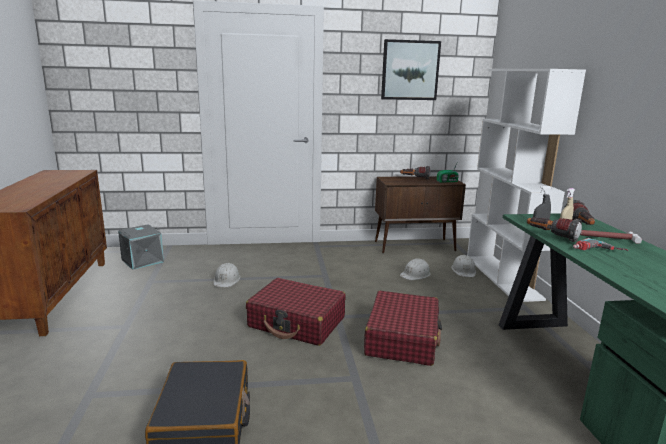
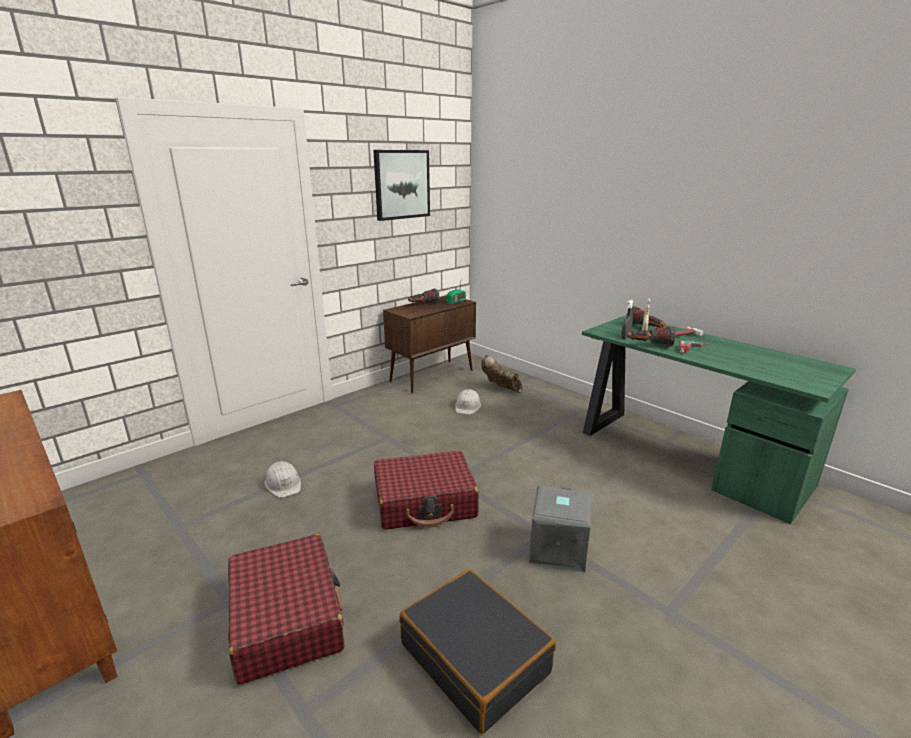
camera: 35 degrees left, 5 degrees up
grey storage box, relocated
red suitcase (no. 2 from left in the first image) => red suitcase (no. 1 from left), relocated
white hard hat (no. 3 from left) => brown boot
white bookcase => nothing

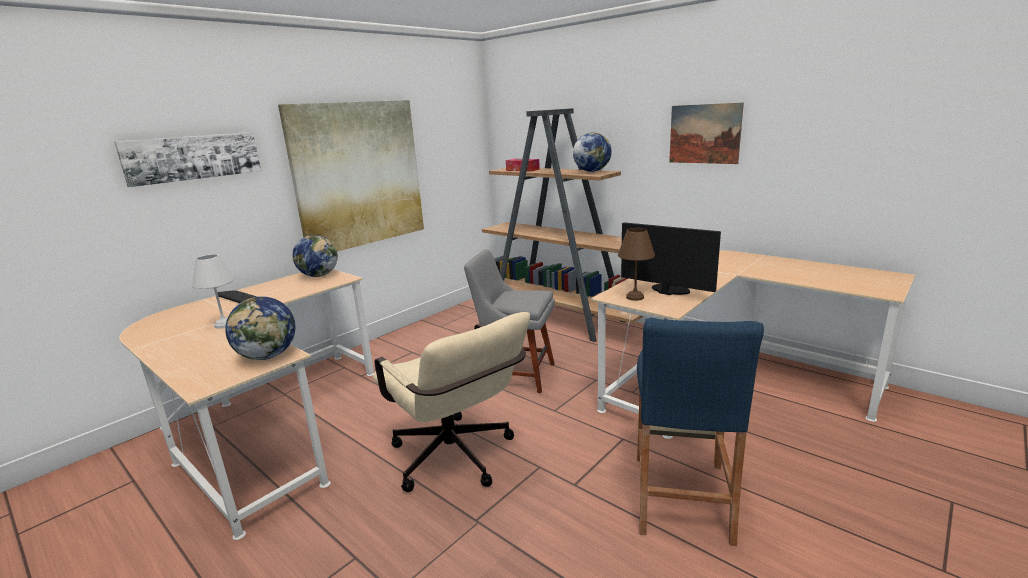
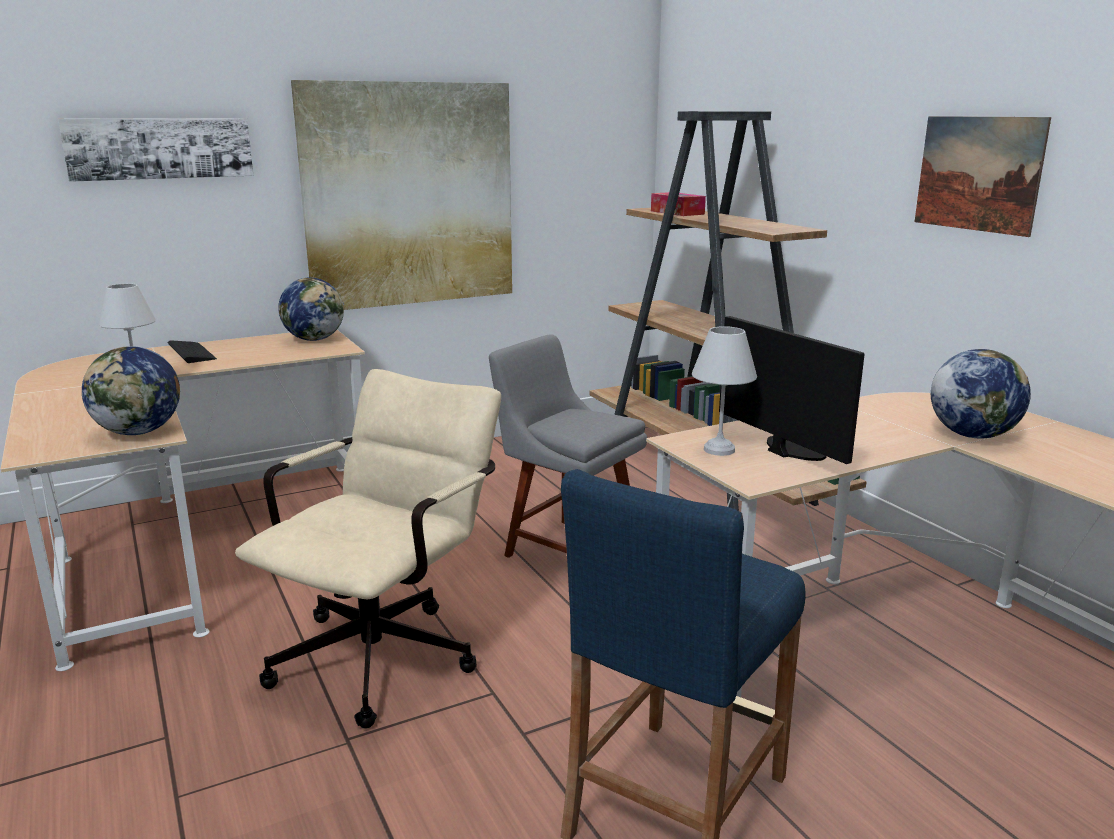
camera: 20 degrees right, 0 degrees up
beige office chair, 135 degrees counterclockwise
globe (no. 3 from left), relocated
brown table lamp => white table lamp (no. 2 from left)

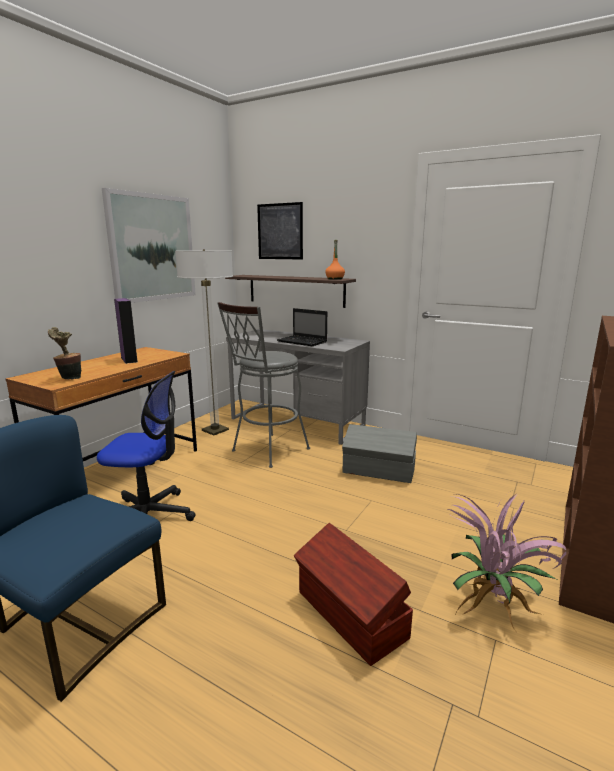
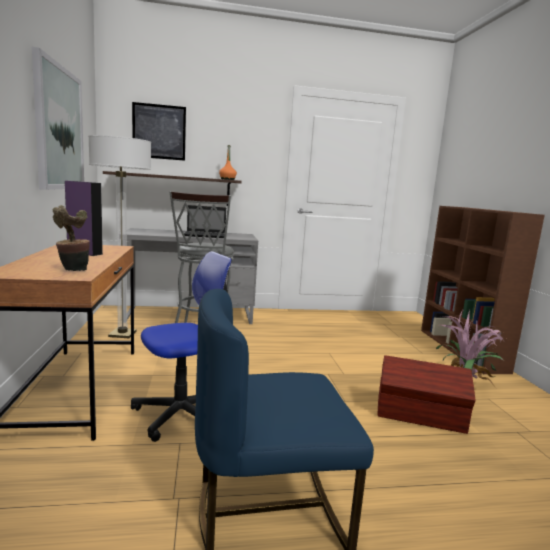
camera: 40 degrees left, 5 degrees down
grey storage box => nothing

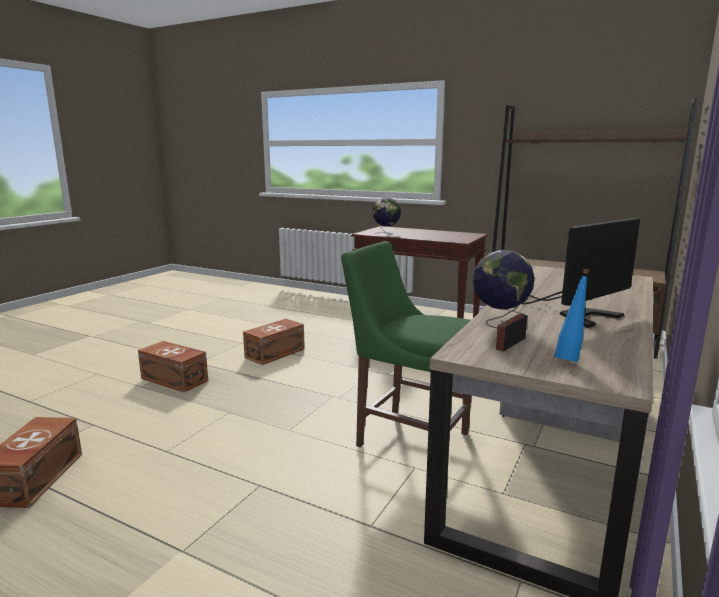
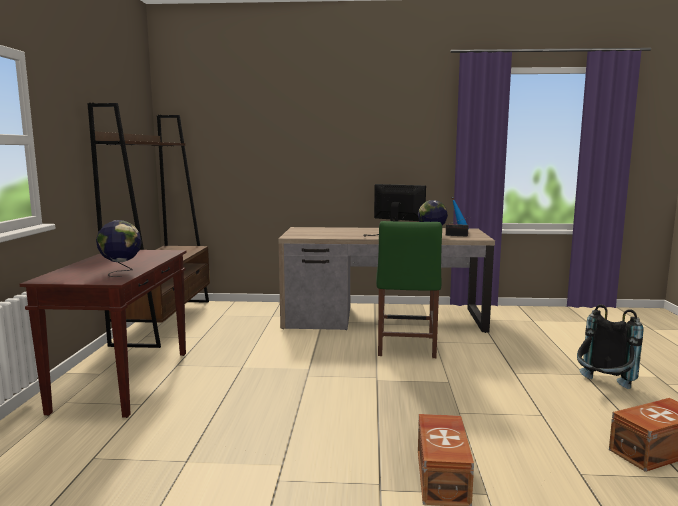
camera: 115 degrees left, 5 degrees down
brown storage box (no. 3 from left) => nothing
nothing => black backpack

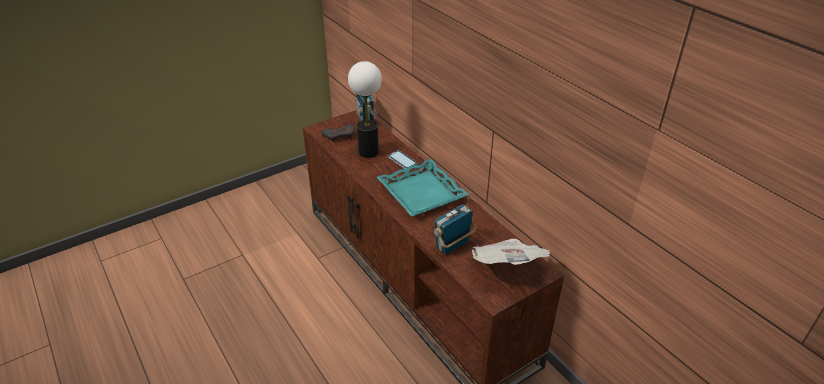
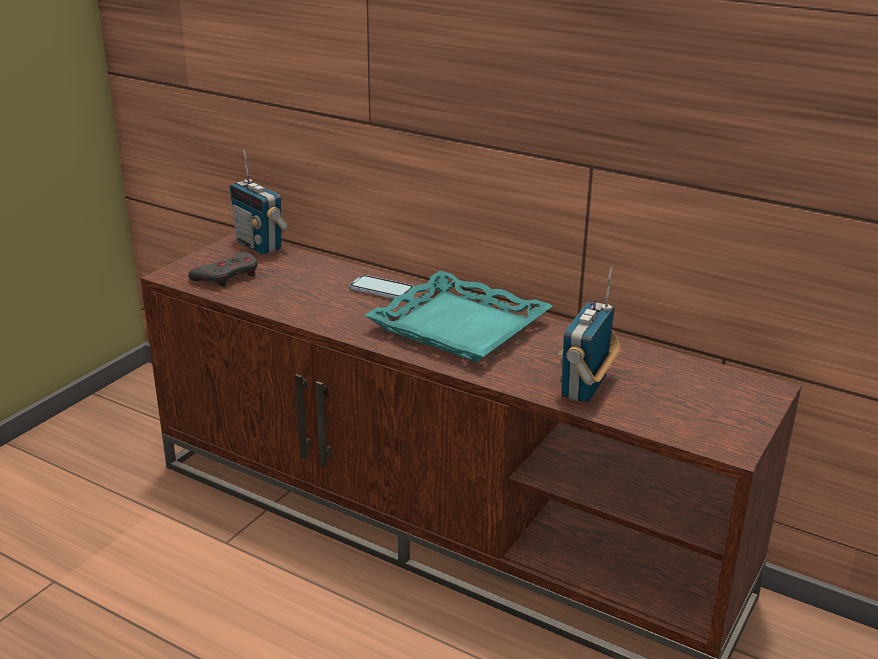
camera: 25 degrees left, 10 degrees down
table lamp => nothing
newspaper => nothing

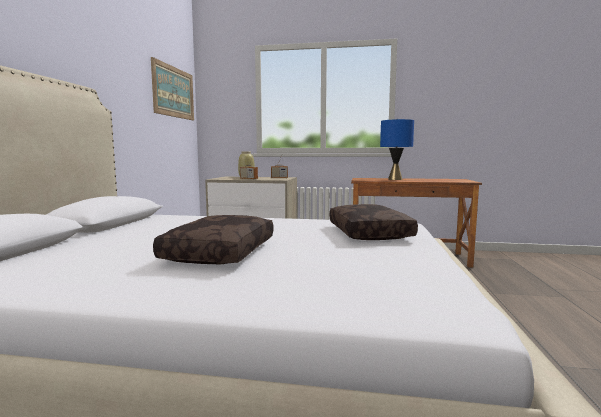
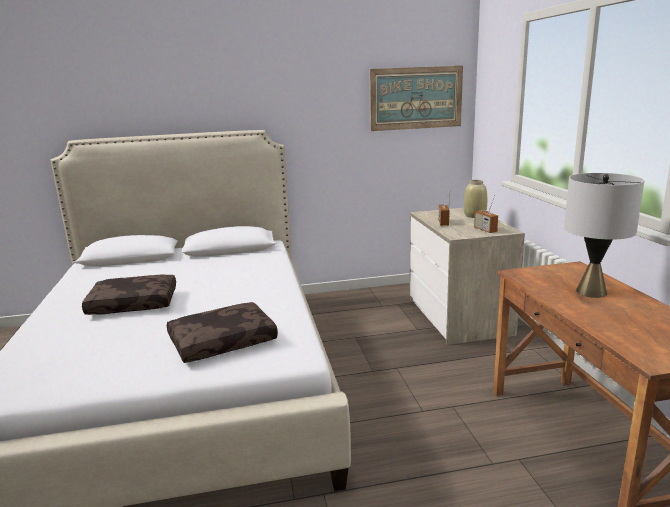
camera: 70 degrees right, 10 degrees up
blue table lamp => grey table lamp

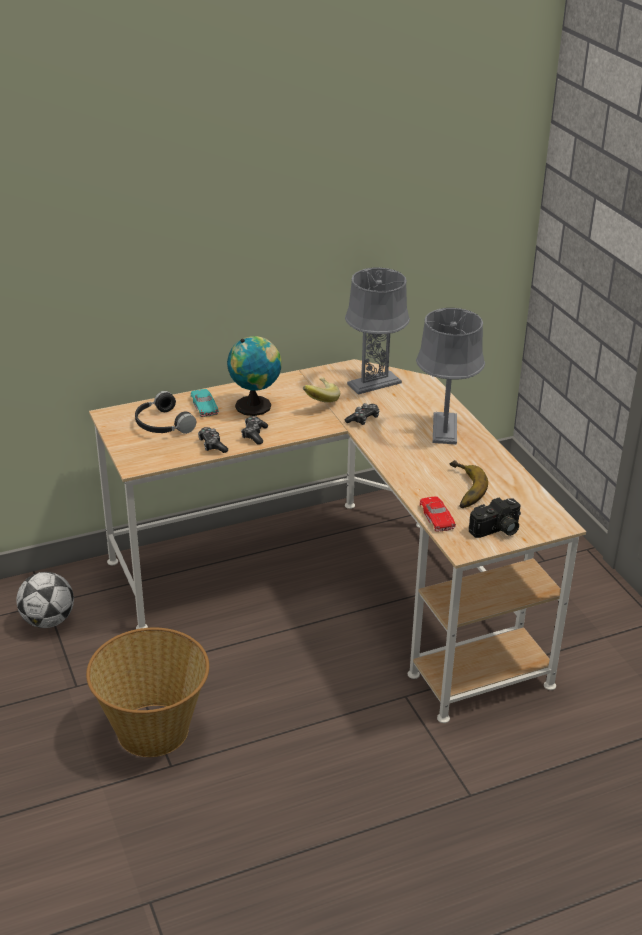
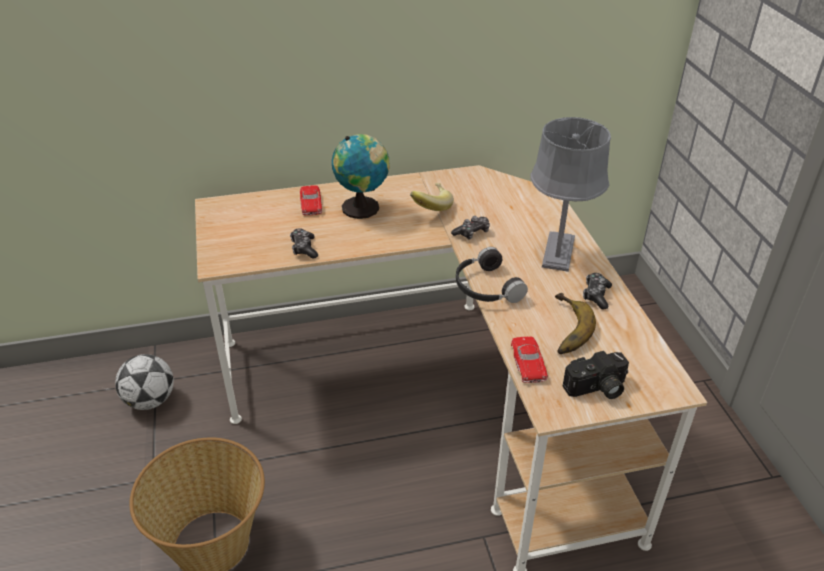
camera: 10 degrees right, 5 degrees up
black headphones, relocated
turquoise toy car => red toy car (no. 1 from left)
game controller (no. 2 from left in the first image) => game controller (no. 3 from left), relocated
grey table lamp (no. 1 from left) => nothing

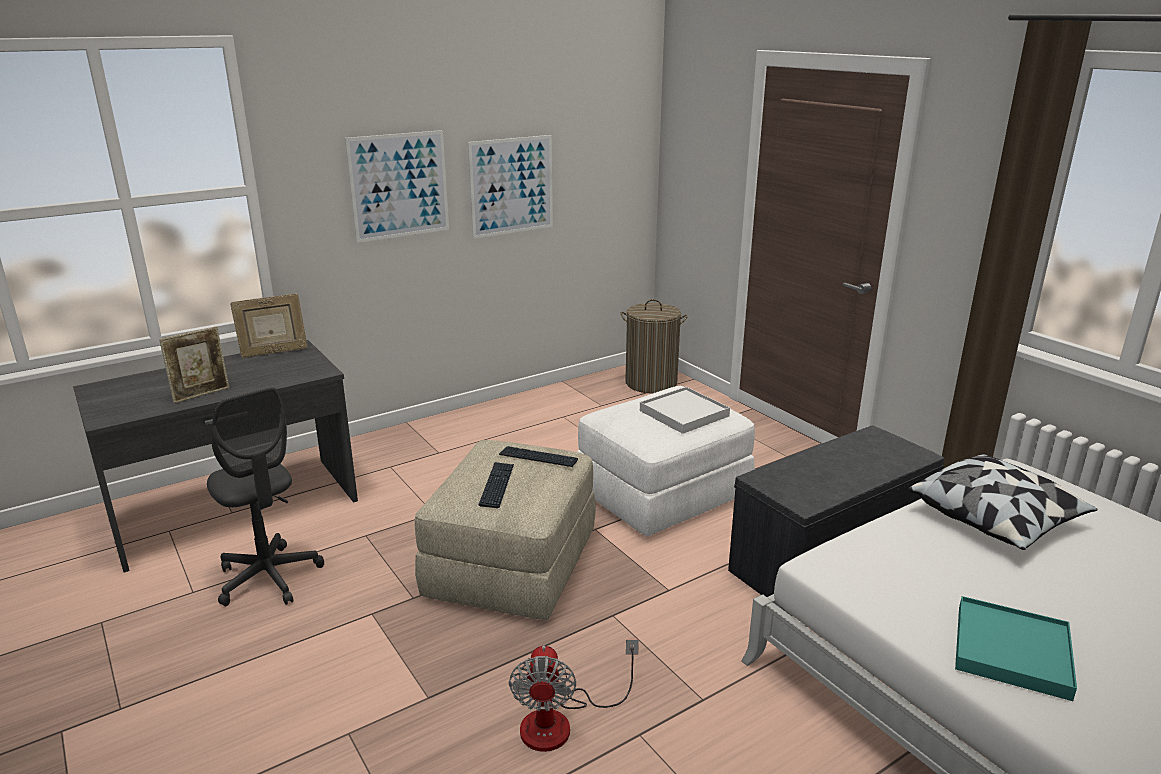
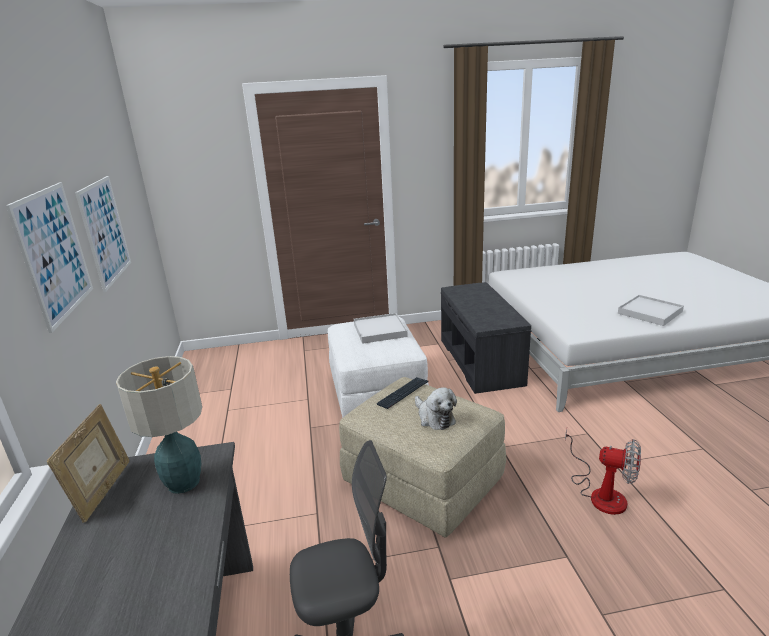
camera: 65 degrees left, 0 degrees up
picture frame (no. 1 from left) => nothing
keyboard (no. 1 from left) => plush toy
laundry basket => nothing
pillow => nothing
turquoise tray => white tray (no. 2 from left)
nothing => table lamp

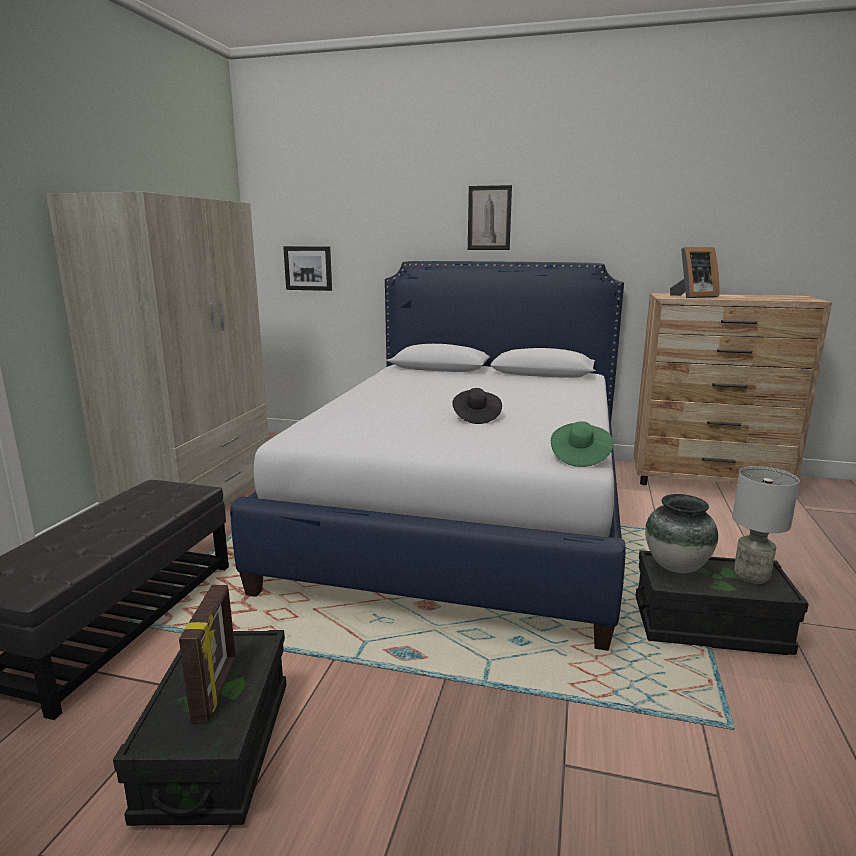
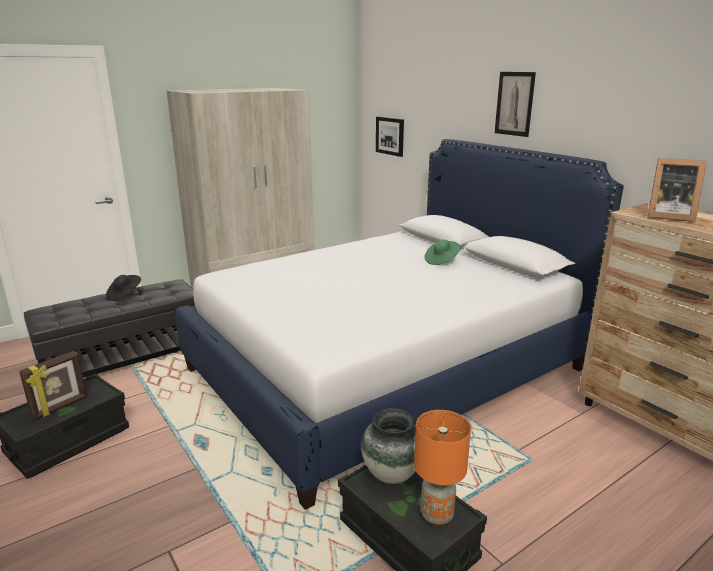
camera: 40 degrees right, 5 degrees up
black hat, relocated
green hat, relocated
grey table lamp => orange table lamp

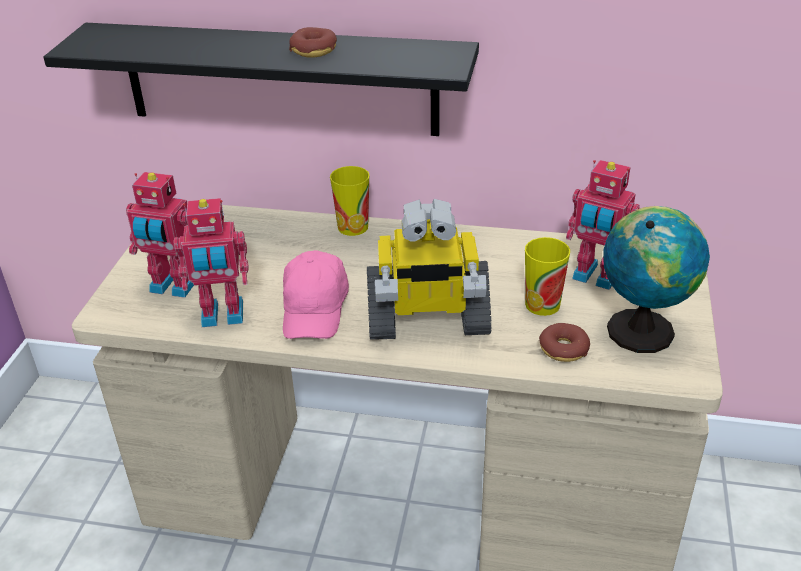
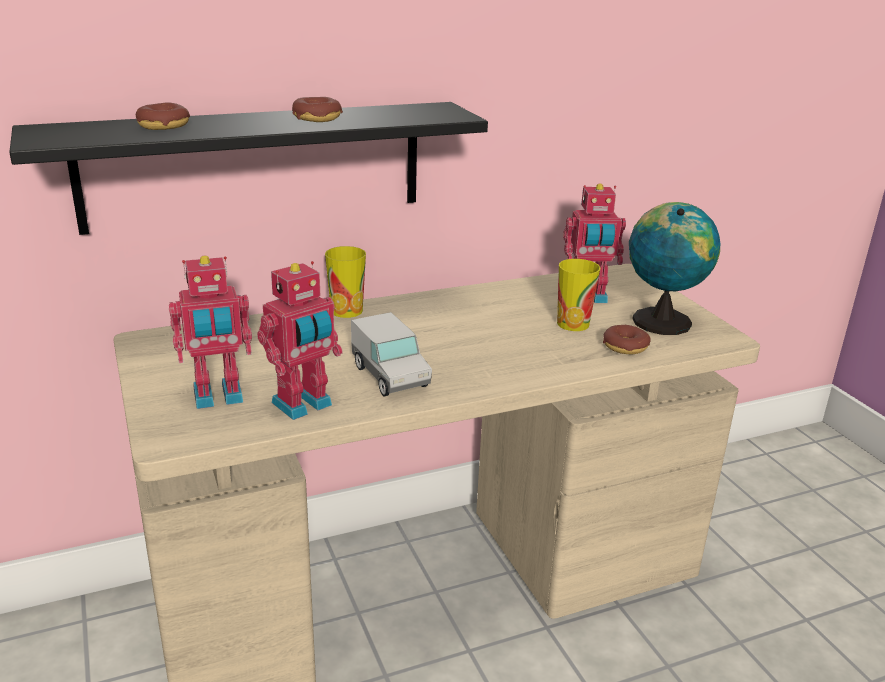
camera: 35 degrees left, 10 degrees down
pink cap => toy truck
toy robot (no. 3 from left) => nothing
nothing => donut (no. 1 from left)

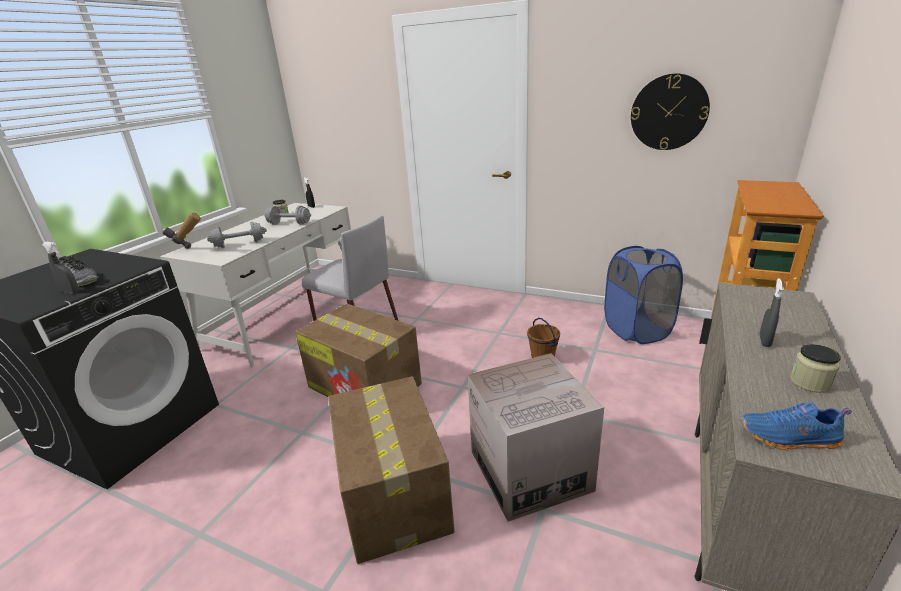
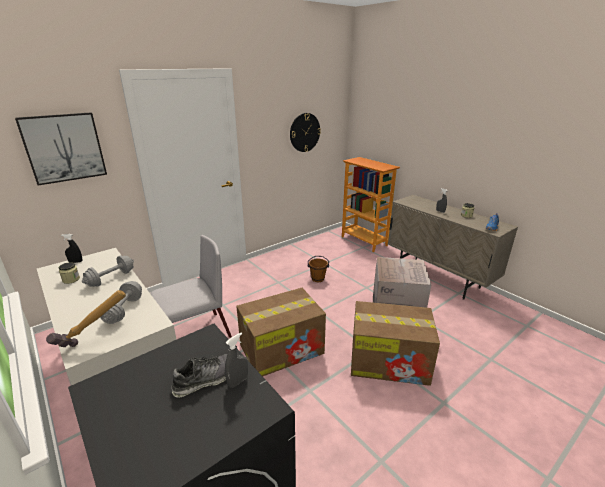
camera: 65 degrees left, 0 degrees up
blue laundry basket => nothing
nothing => picture

